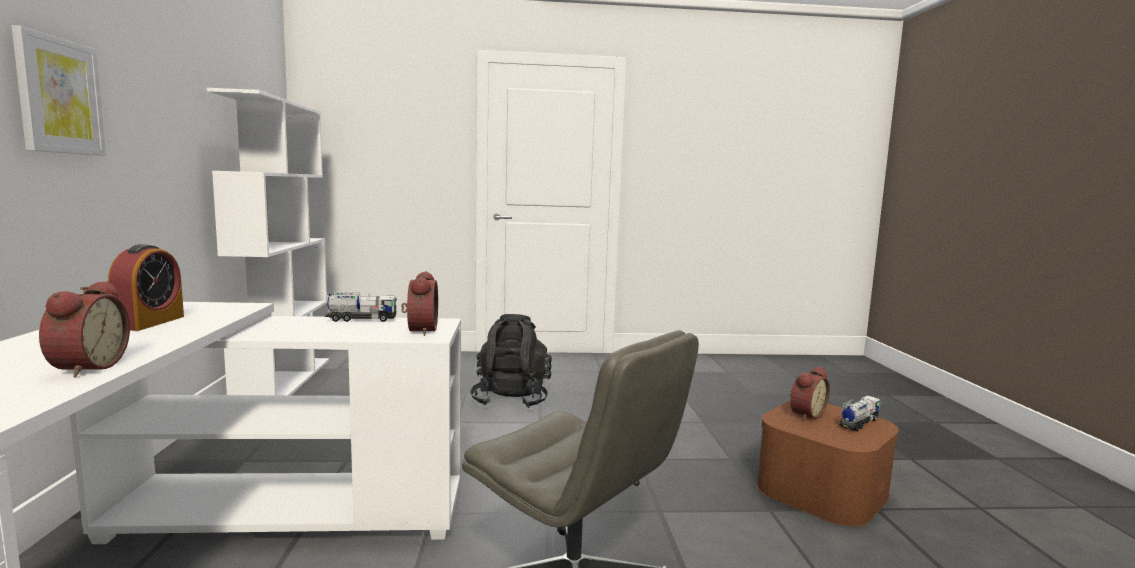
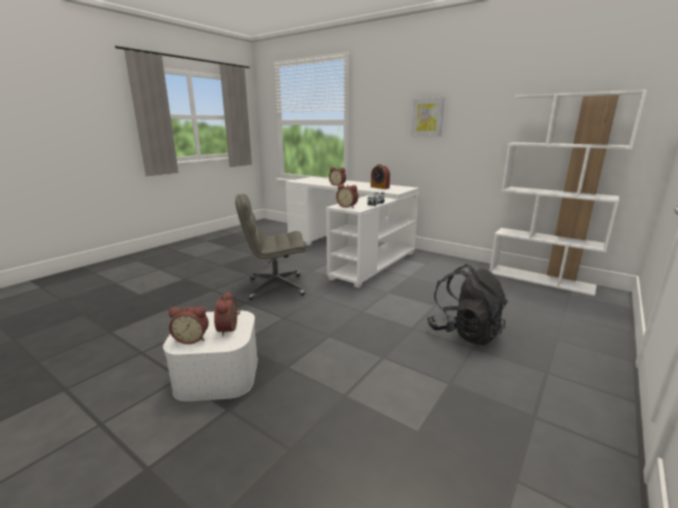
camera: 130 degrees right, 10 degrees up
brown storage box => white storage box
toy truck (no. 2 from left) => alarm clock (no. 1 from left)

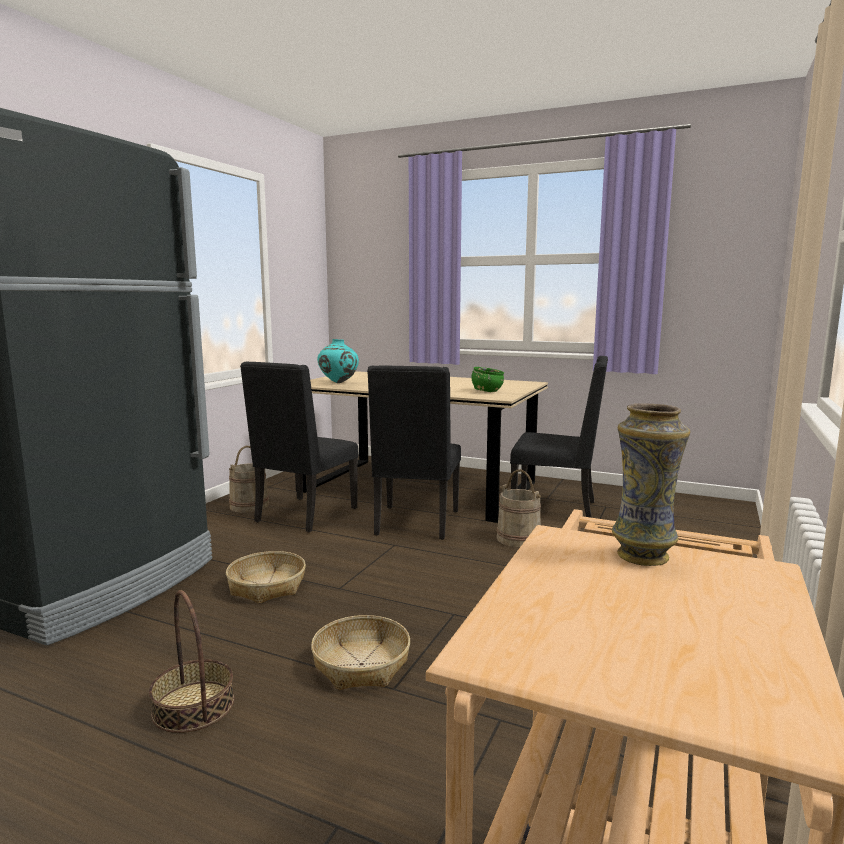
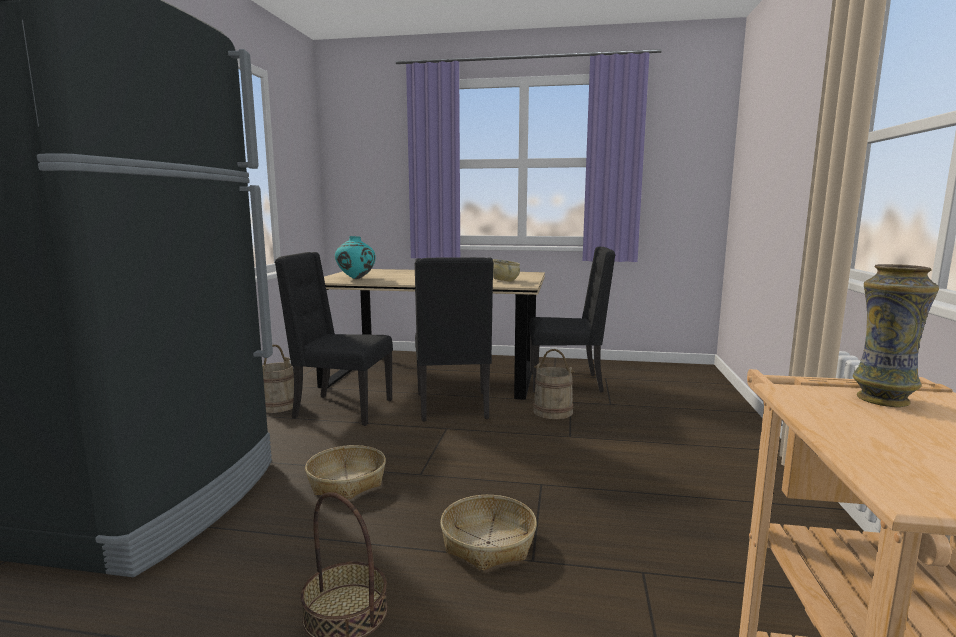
camera: 15 degrees left, 0 degrees up
black chair (no. 1 from left), 90 degrees clockwise
green bowl => beige bowl

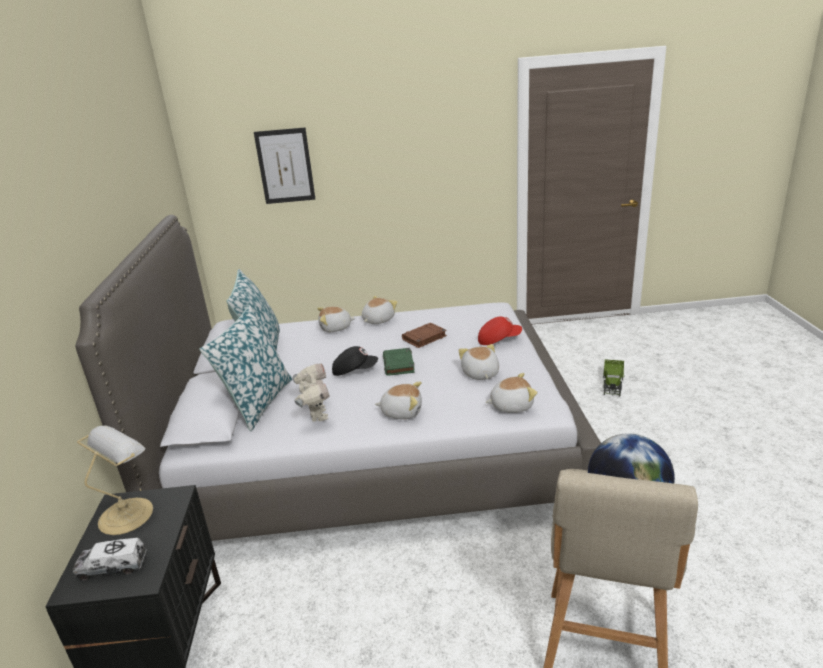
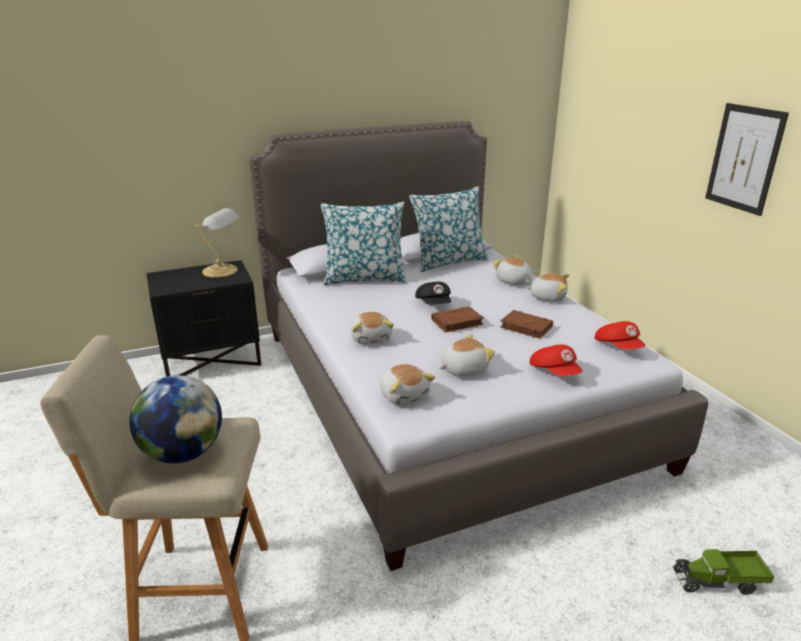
camera: 70 degrees right, 0 degrees up
toy truck (no. 1 from left) => nothing
picture, relocated
toy robot => nothing
green book => brown book (no. 1 from left)
nothing => red cap (no. 2 from left)

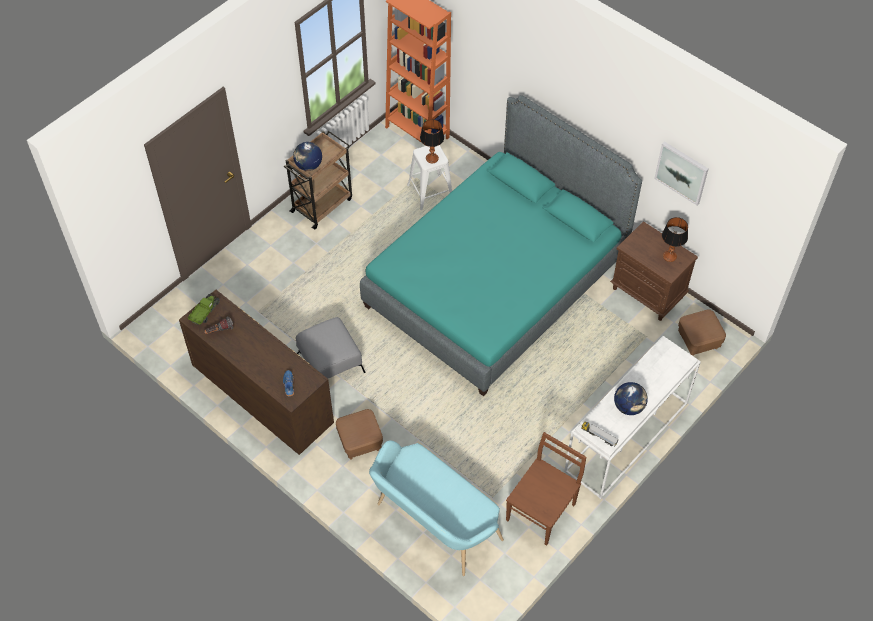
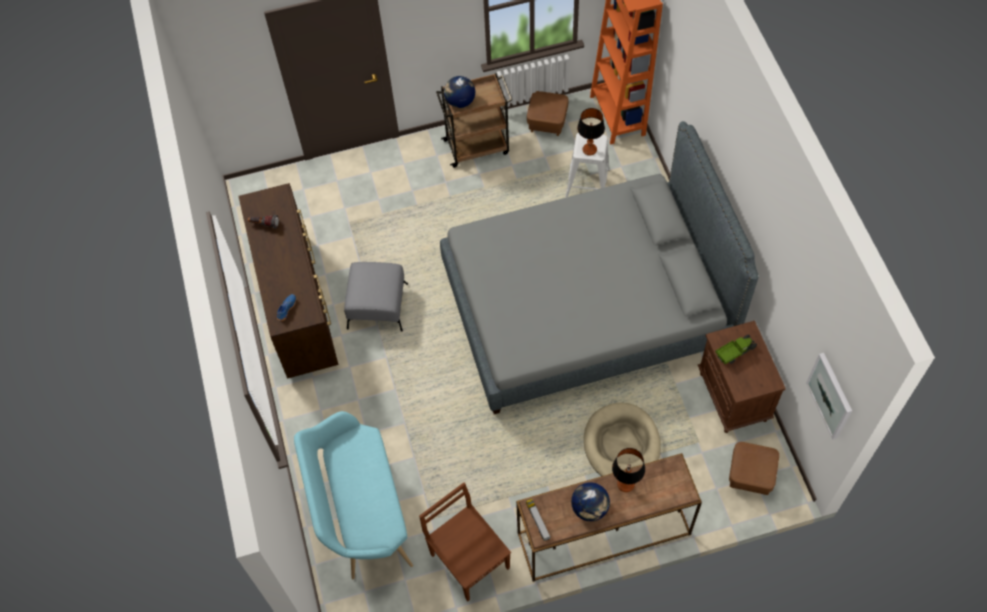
camera: 35 degrees right, 5 degrees up
toy truck (no. 1 from left in the first image) => toy truck (no. 2 from left), relocated
brown ottoman (no. 1 from left), relocated
turquoise bed => grey bed
brown chair, 105 degrees counterclockwise
white console table => brown console table
picture, relocated
table lamp (no. 2 from left), relocated
nothing => beige dog bed

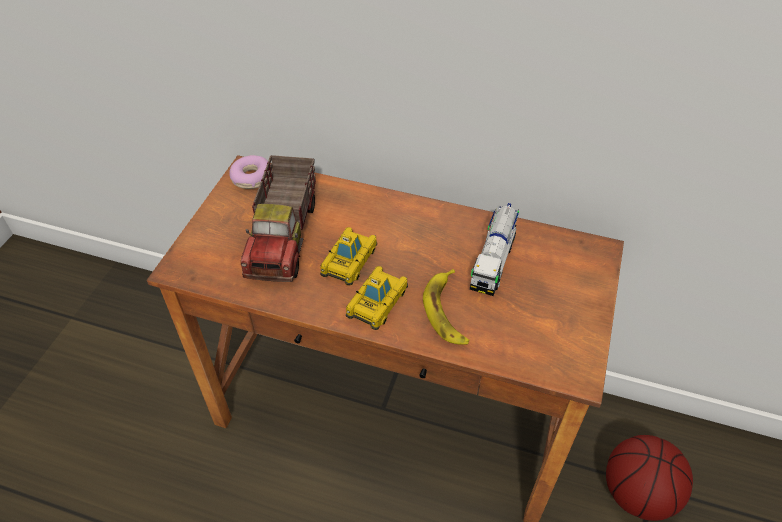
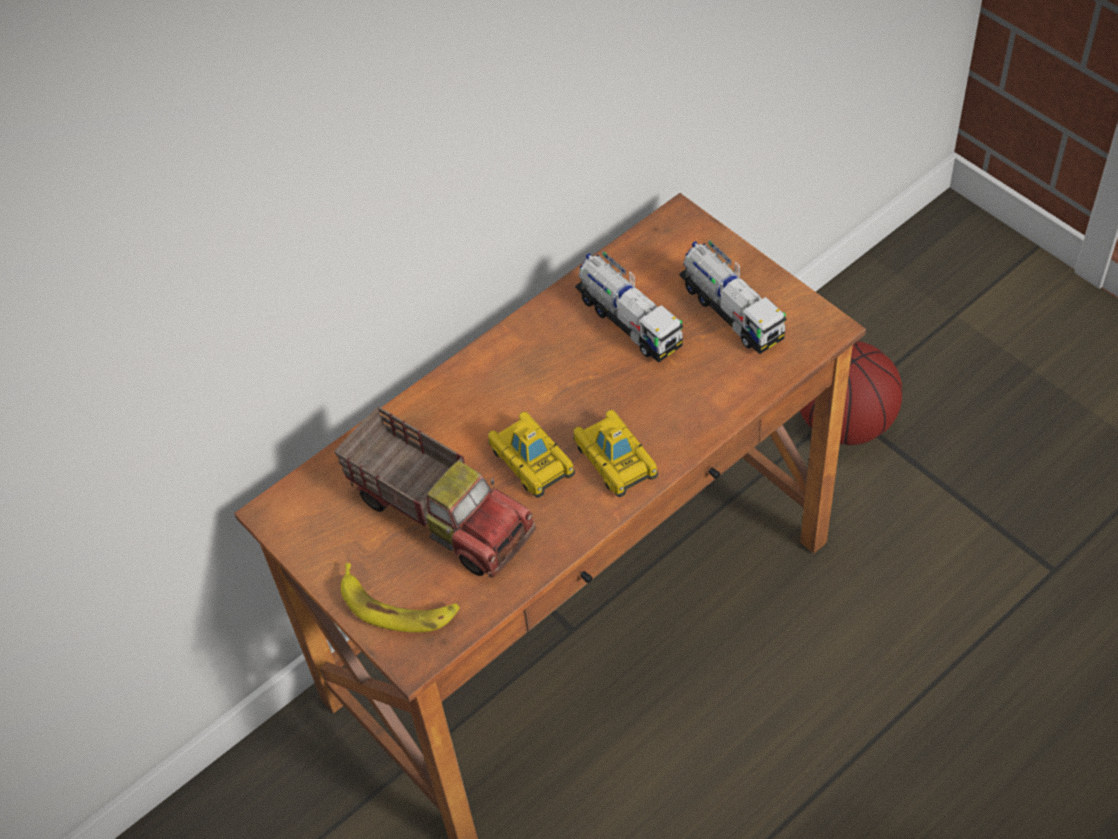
camera: 55 degrees left, 5 degrees up
donut => nothing
banana, relocated
nothing => toy truck (no. 3 from left)

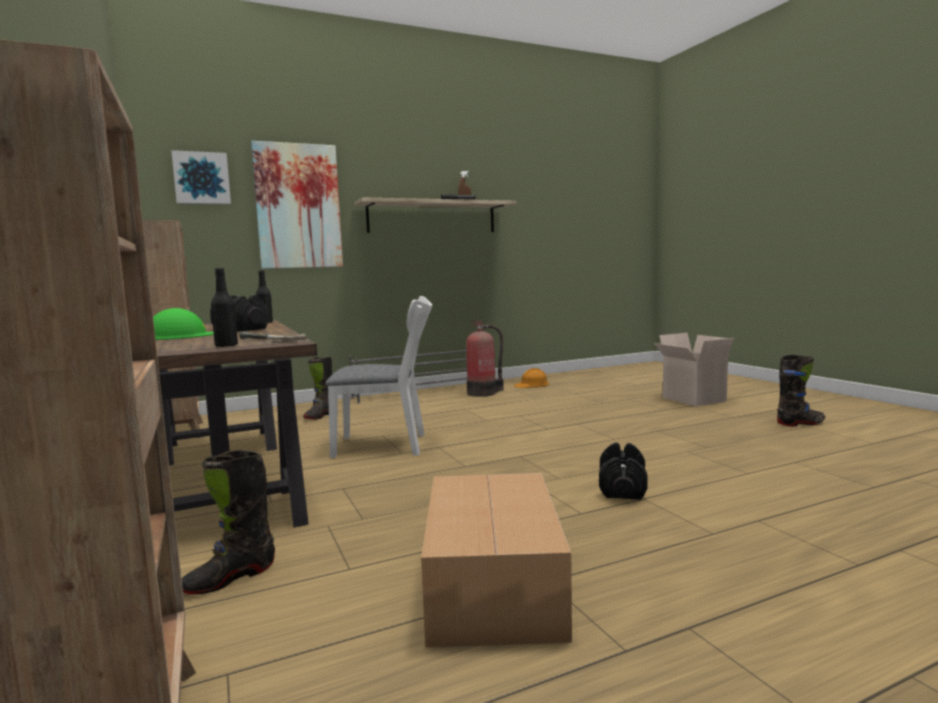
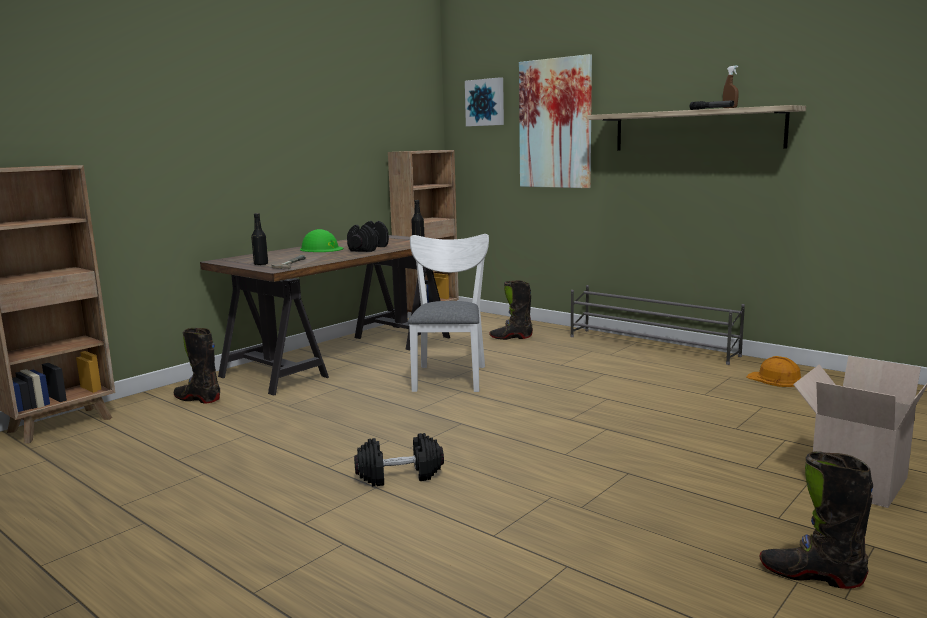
camera: 65 degrees right, 5 degrees up
white chair, 150 degrees counterclockwise
cardboard box (no. 1 from left) => nothing
fire extinguisher => nothing
black boot (no. 3 from left), 150 degrees clockwise

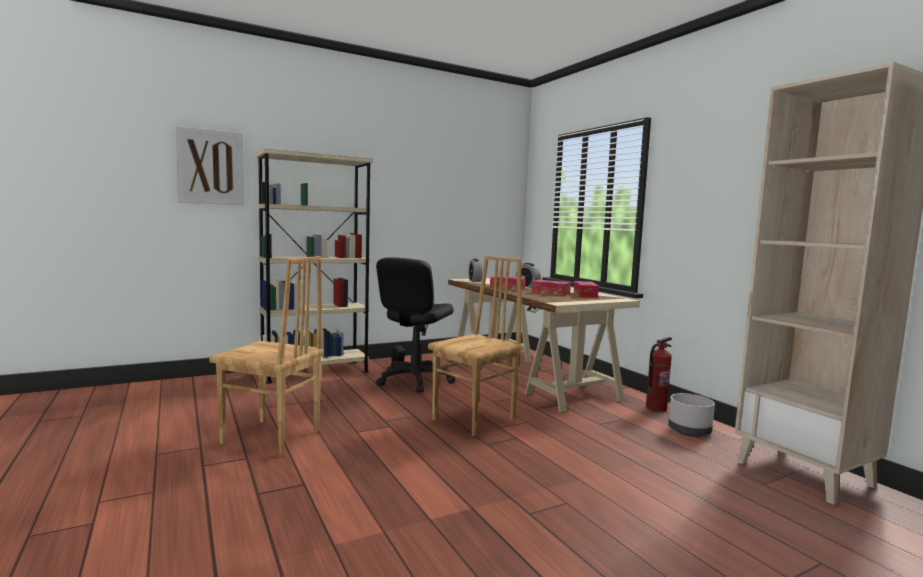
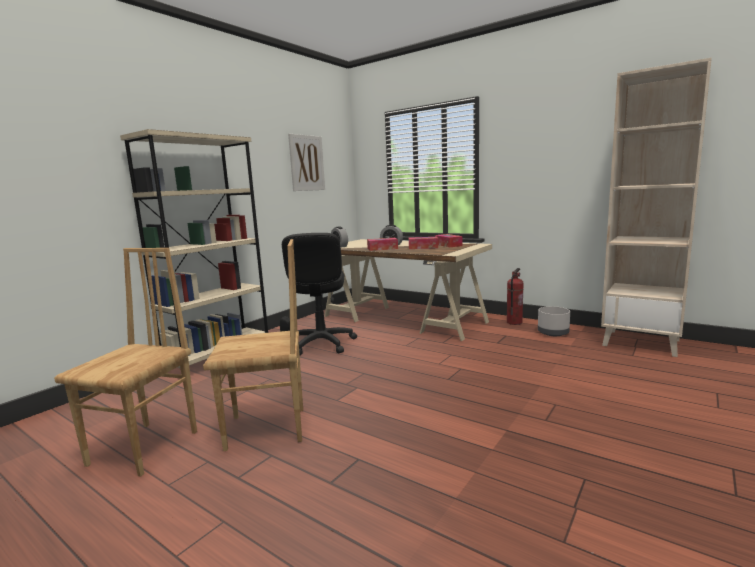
camera: 25 degrees left, 5 degrees up
picture, relocated
brown chair (no. 2 from left in the first image) => brown chair (no. 1 from left), relocated

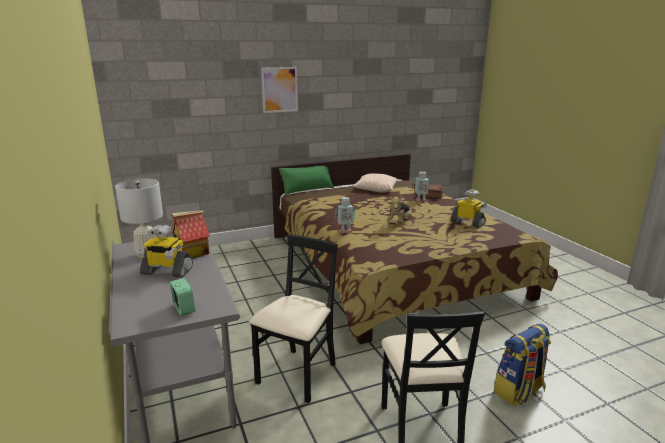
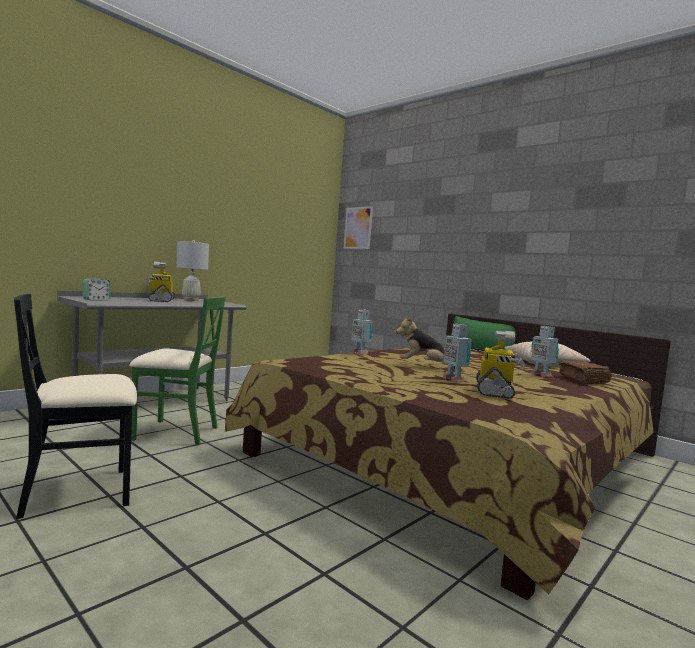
camera: 65 degrees right, 15 degrees down
toy house => nothing
black chair (no. 1 from left) => green chair
picture, relocated
backpack => nothing
nothing => toy robot (no. 3 from left)

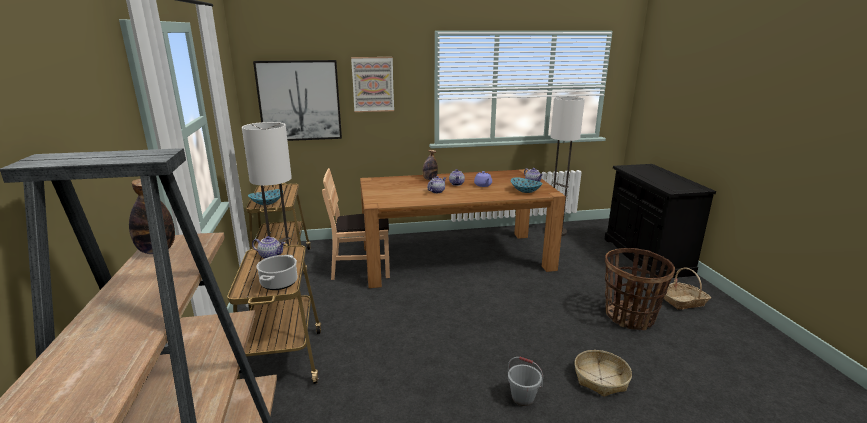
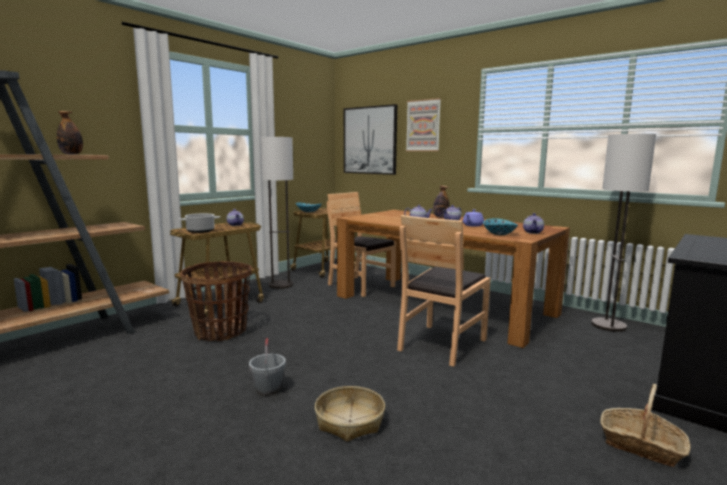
camera: 50 degrees right, 10 degrees down
basket (no. 2 from left in the first image) => basket (no. 1 from left), relocated
nothing => brown chair (no. 2 from left)

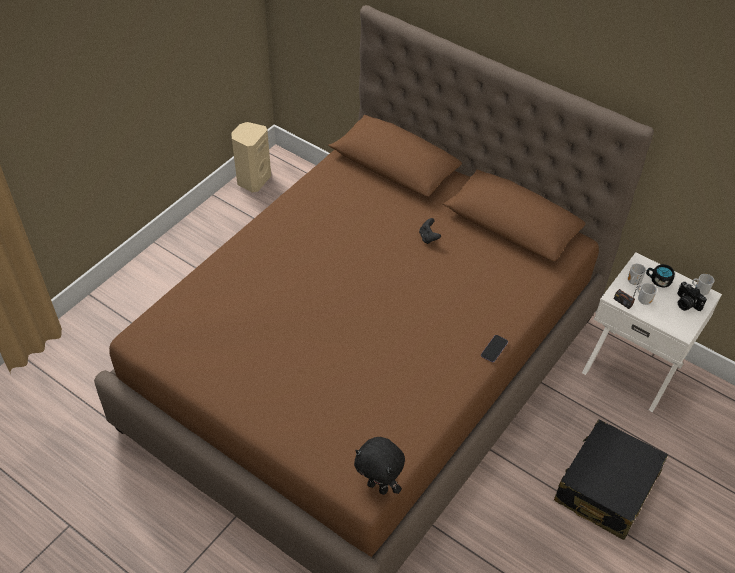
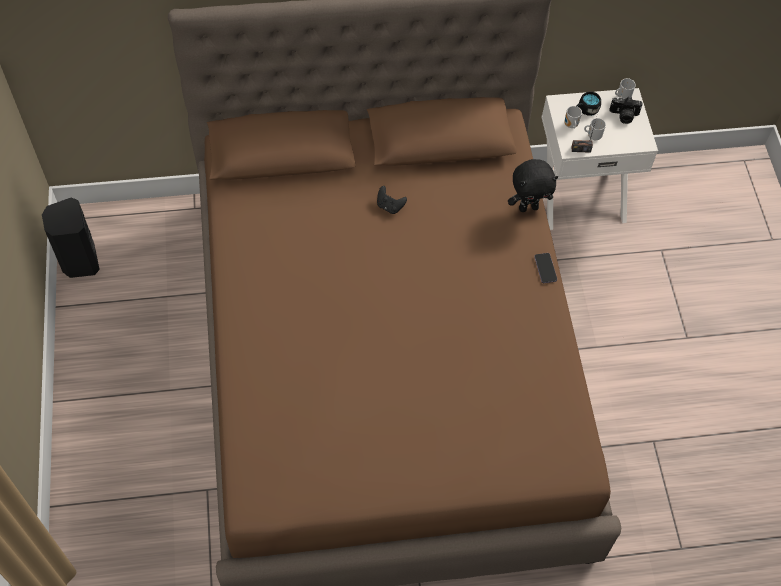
camera: 45 degrees left, 10 degrees up
beige speaker => black speaker
black plush toy, relocated
black suitcase => nothing

